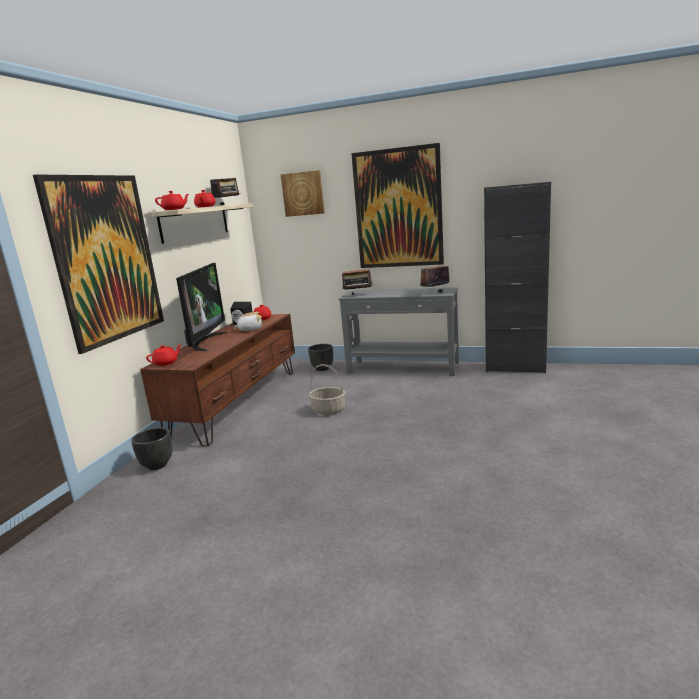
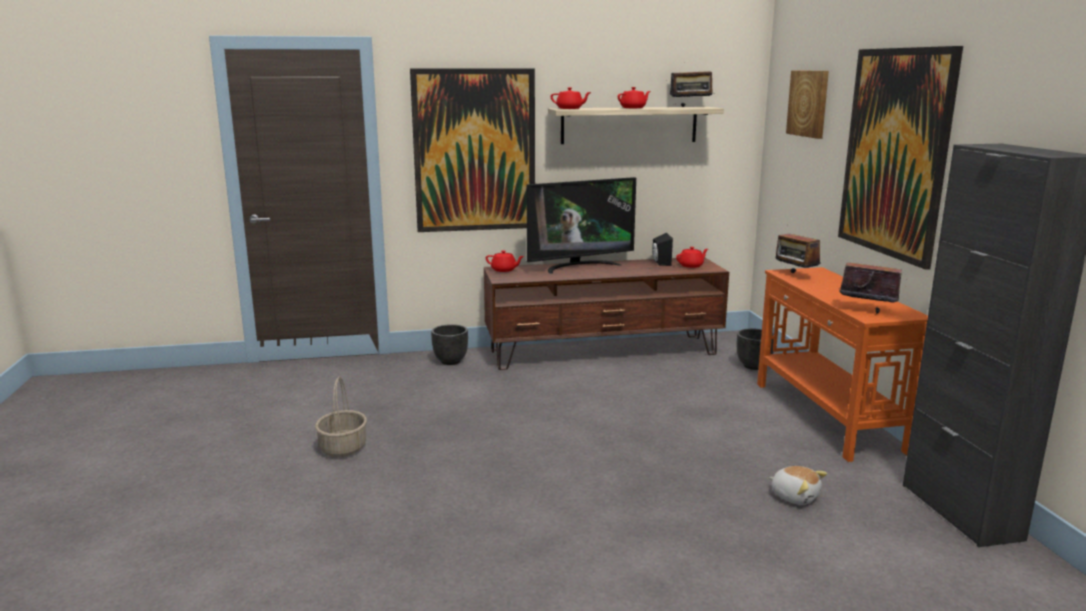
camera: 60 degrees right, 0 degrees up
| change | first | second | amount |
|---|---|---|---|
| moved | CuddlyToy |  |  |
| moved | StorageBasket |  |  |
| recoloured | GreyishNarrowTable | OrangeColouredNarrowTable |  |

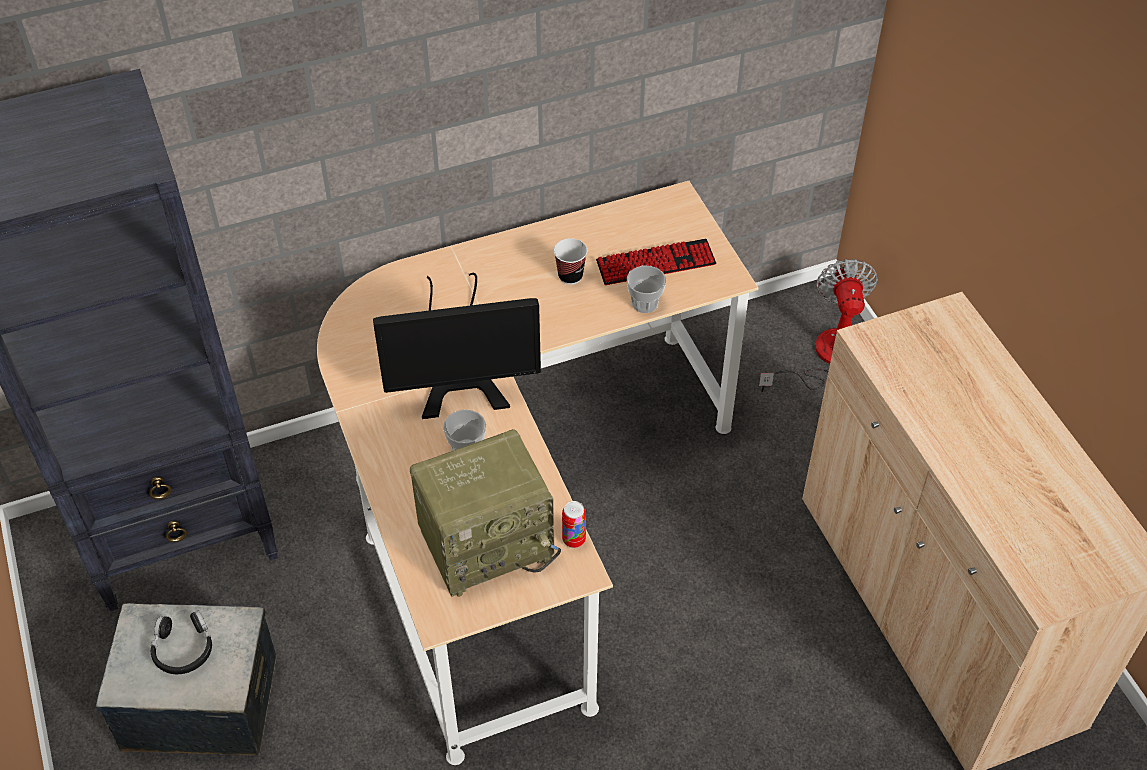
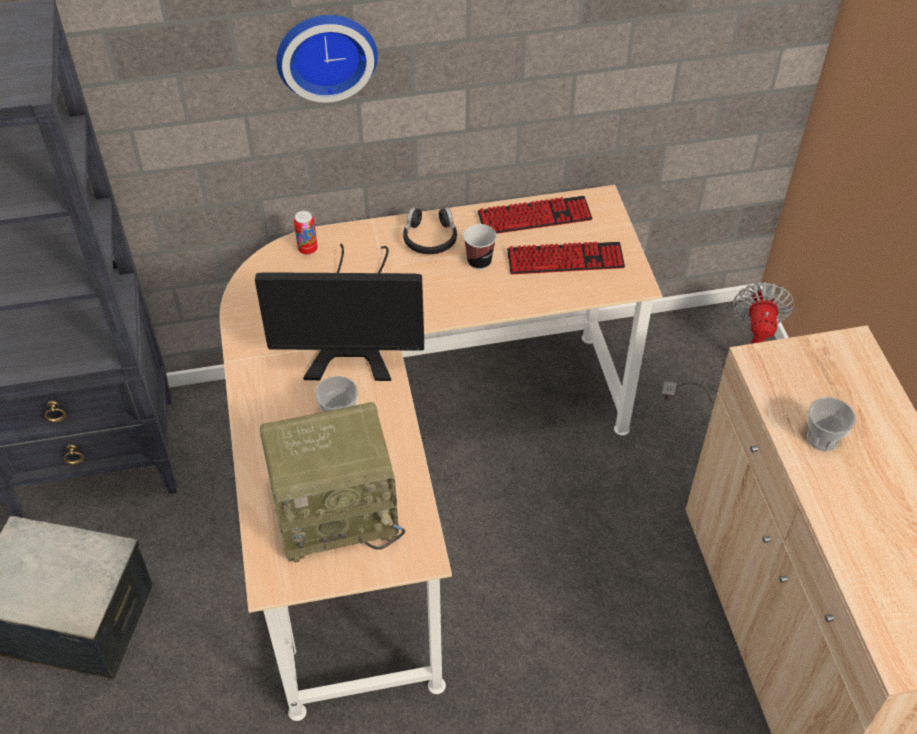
camera: 10 degrees right, 0 degrees up
| change | first | second | amount |
|---|---|---|---|
| added |  | HangingClock |  |
| added |  | PcKeyboard (1st from left) |  |
| moved | BlackHeadset |  |  |
| moved | Can |  |  |
| moved | DrinkingCup (3rd from left) |  |  |

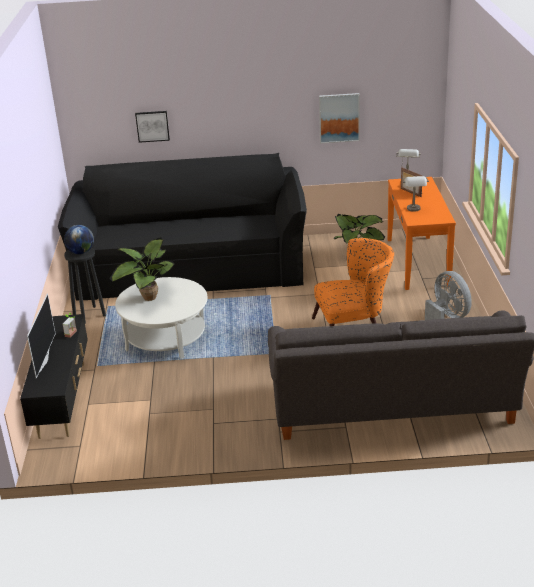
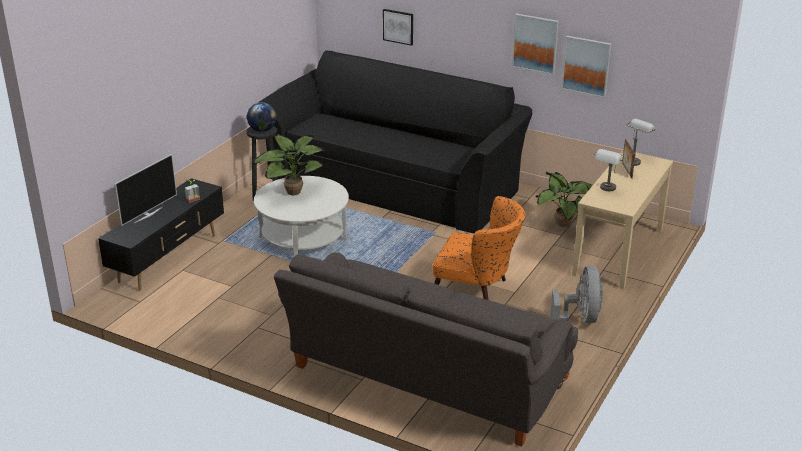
camera: 30 degrees right, 0 degrees up
| change | first | second | amount |
|---|---|---|---|
| added |  | WallArt (2nd from left) |  |
| recoloured | OrangeColouredNarrowTable | SandColouredNarrowTable |  |

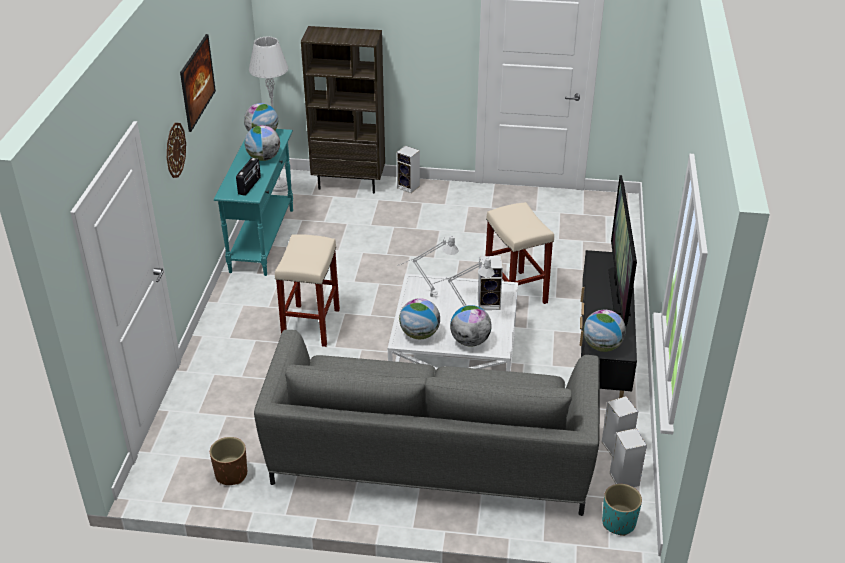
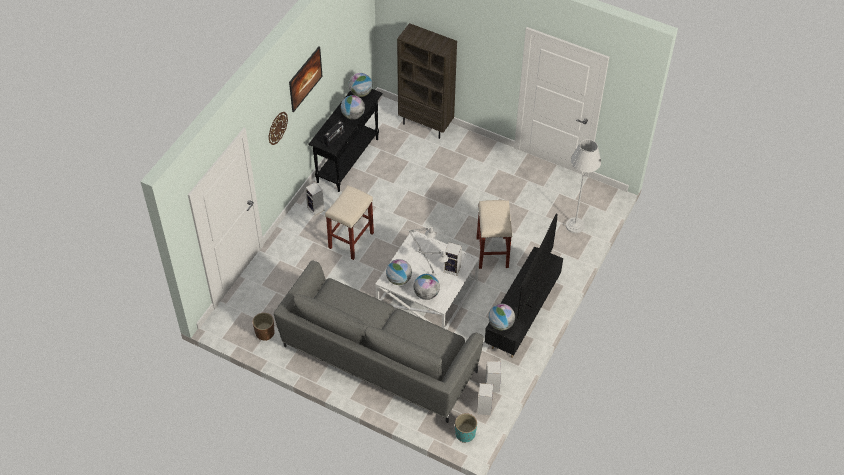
camera: 20 degrees right, 15 degrees up
| change | first | second | amount |
|---|---|---|---|
| moved | GreyishStandingLamp |  |  |
| moved | Loudspeaker (1st from left) |  |  |
| recoloured | TurquoiseColouredNarrowTable | BlackNarrowTable |  |

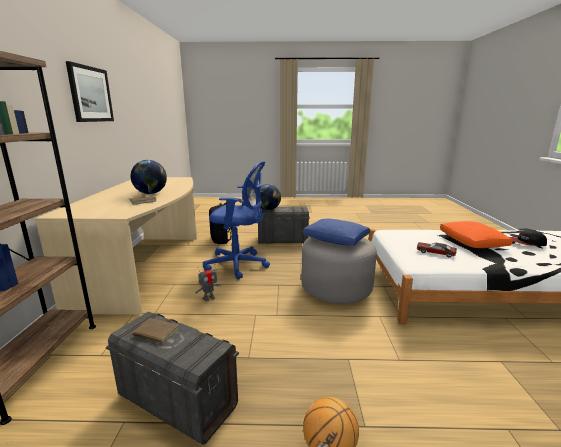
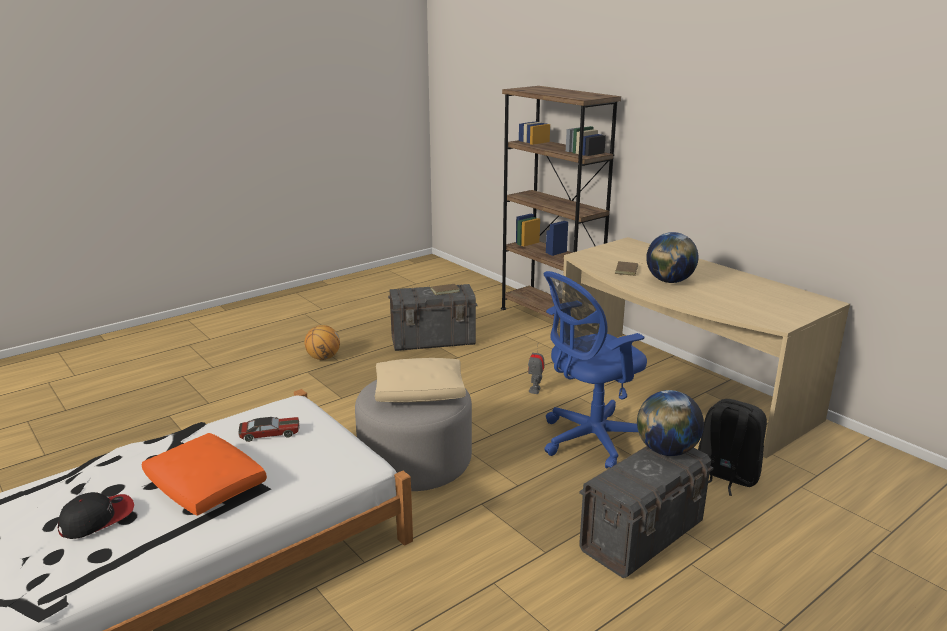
camera: 140 degrees right, 5 degrees up
| change | first | second | amount |
|---|---|---|---|
| removed | WallArt |  |  |
| recoloured | BlueThrowPillow | SandColouredThrowPillow |  |

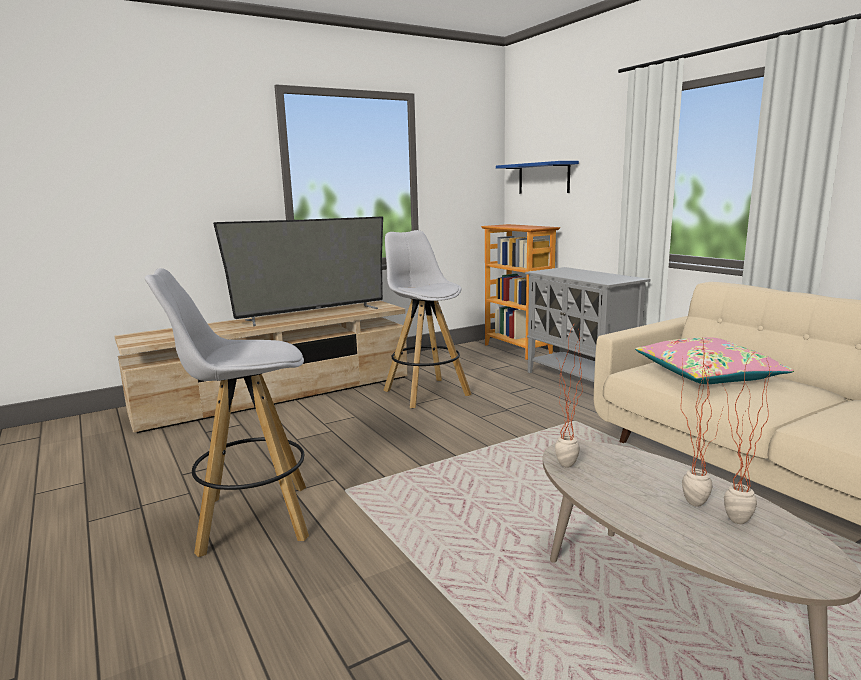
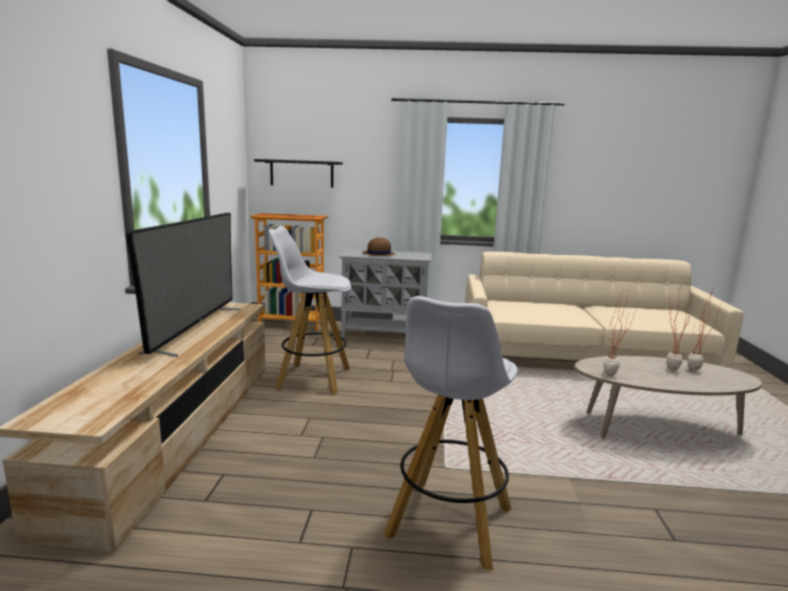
camera: 55 degrees left, 0 degrees up
| change | first | second | amount |
|---|---|---|---|
| removed | PinkColouredThrowPillow |  |  |
| added |  | BrownColouredHat |  |
| recoloured | BlueBracketShelf | BlackBracketShelf |  |

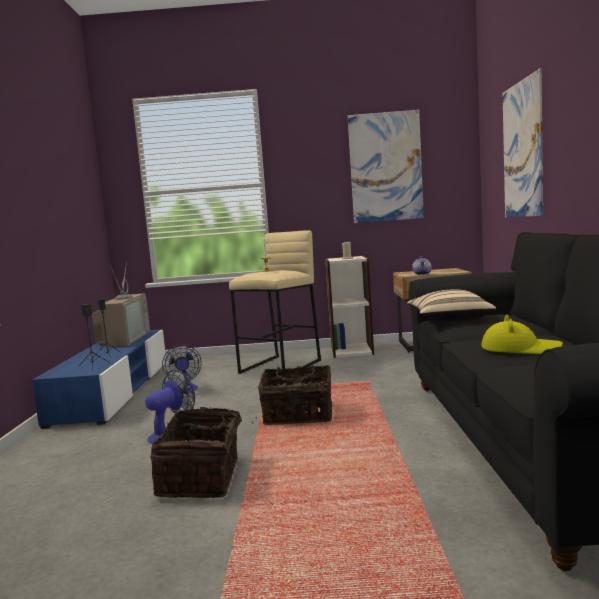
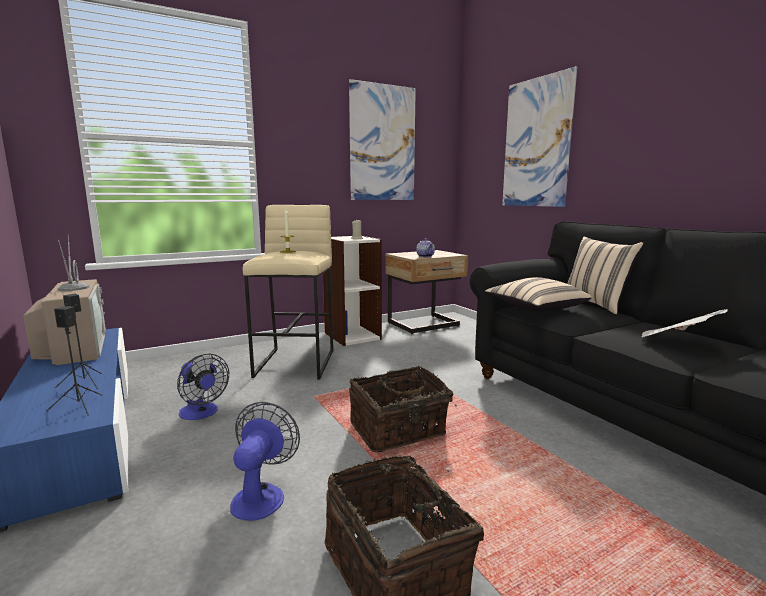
camera: 30 degrees left, 5 degrees up
| change | first | second | amount |
|---|---|---|---|
| added |  | SandColouredThrowPillow (2nd from left) |  |
| replaced | YellowColouredHat | Newspaper |  |

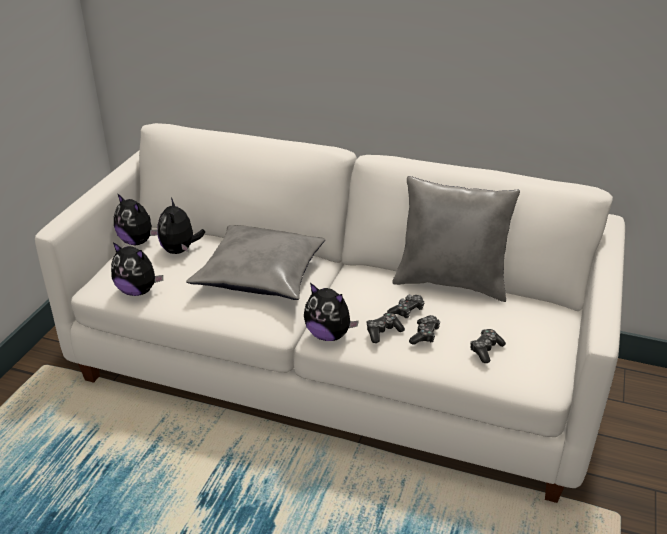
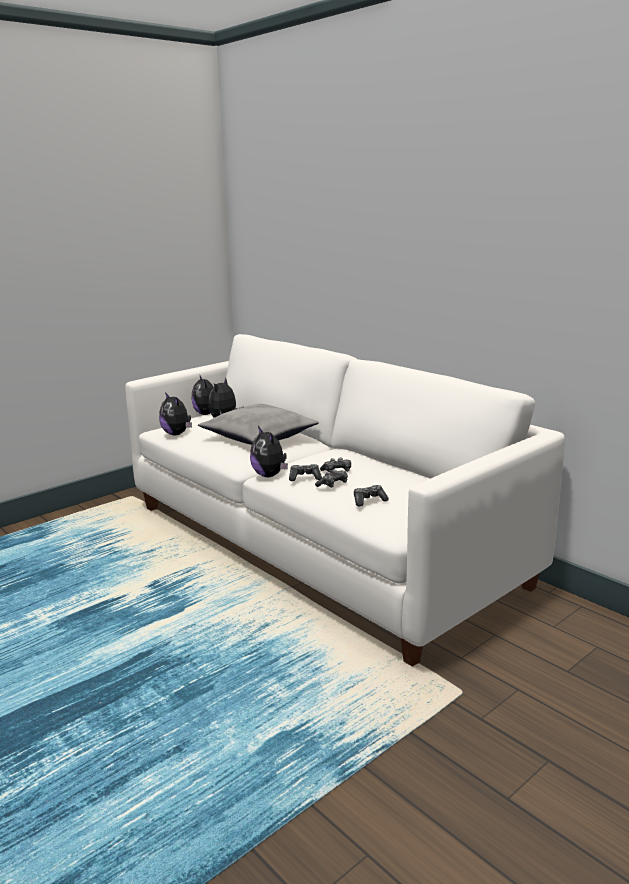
camera: 30 degrees right, 15 degrees down
| change | first | second | amount |
|---|---|---|---|
| removed | GreyishThrowPillow (2nd from left) |  |  |

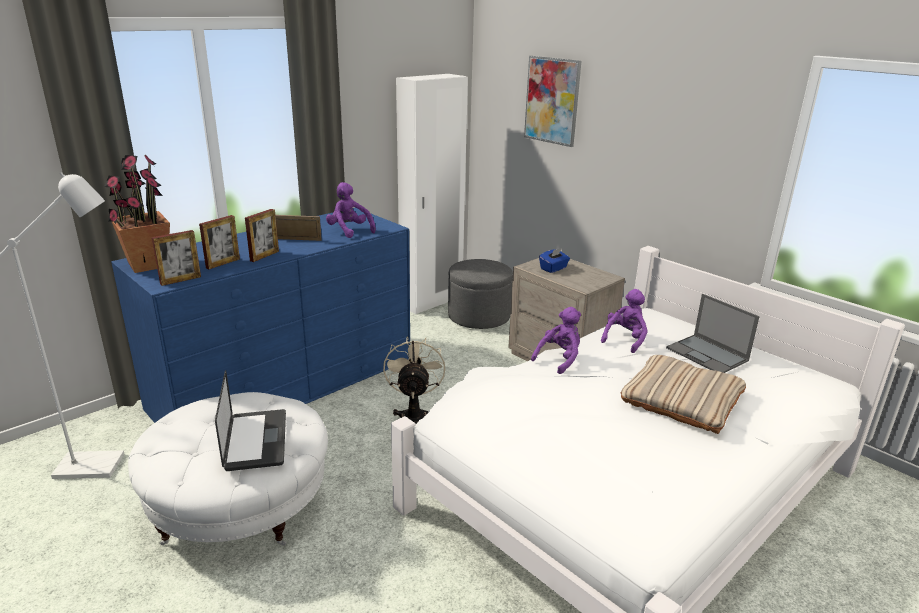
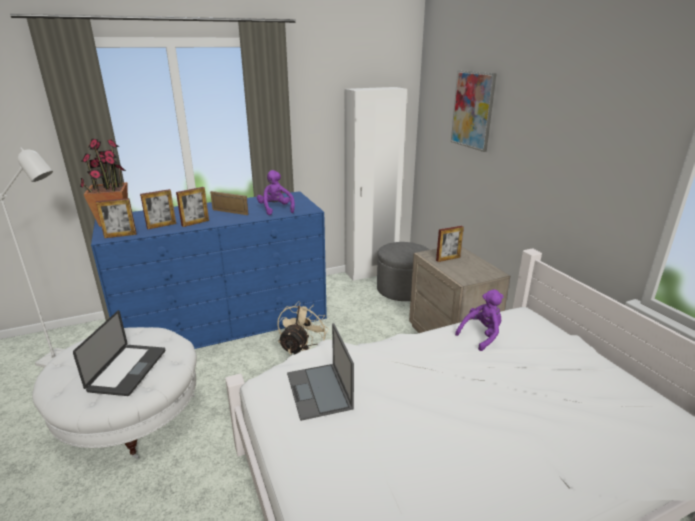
camera: 20 degrees right, 0 degrees up
| change | first | second | amount |
|---|---|---|---|
| removed | PurplishCuddlyToy (2nd from left) |  |  |
| removed | SandColouredThrowPillow |  |  |
| moved | PortableComputer (2nd from left) |  |  |
| replaced | BlueBoxOfTissues | StandingFrame (5th from left) |  |

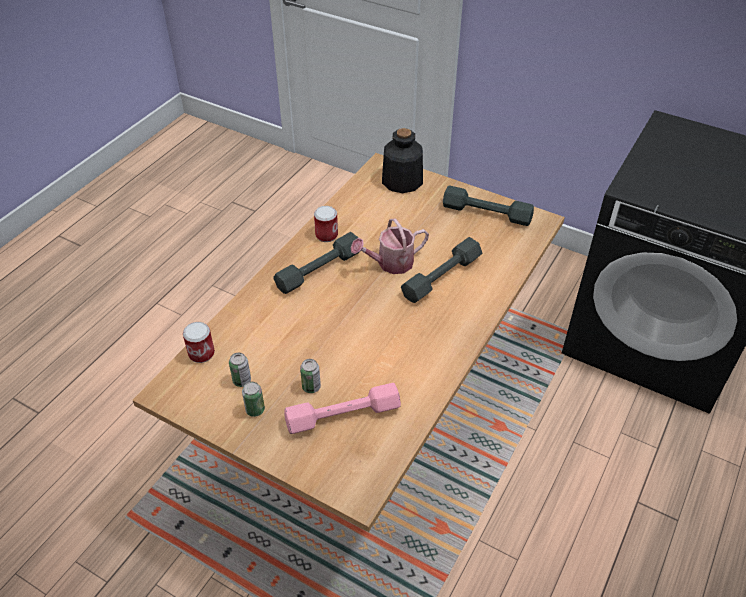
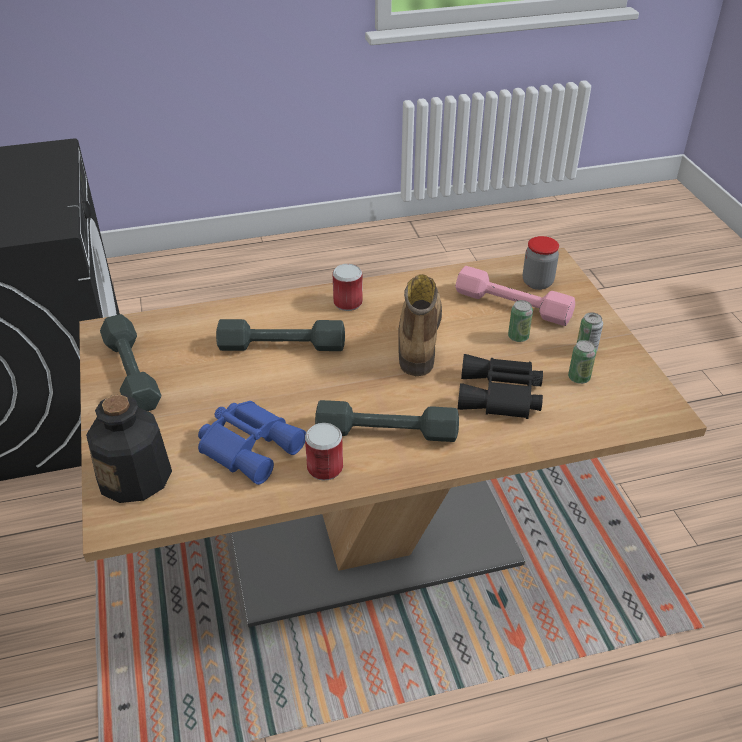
camera: 135 degrees left, 5 degrees down
| change | first | second | amount |
|---|---|---|---|
| removed | WateringCan |  |  |
| added |  | BlueBinoculars |  |
| added |  | TallBoot |  |
| added |  | BlackBinoculars |  |
| added |  | Jar |  |
| moved | Can (1st from left in the first image) | Can (2nd from left) |  |

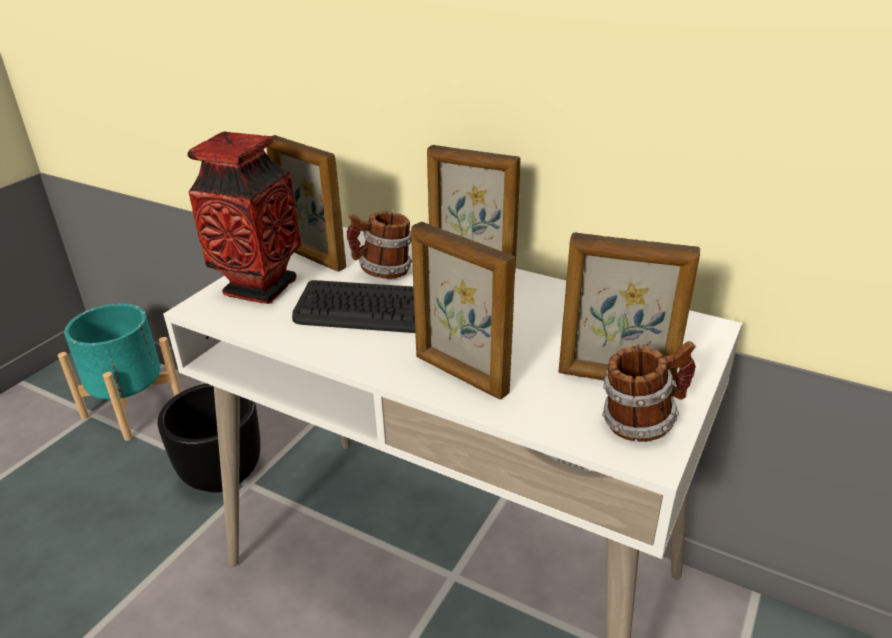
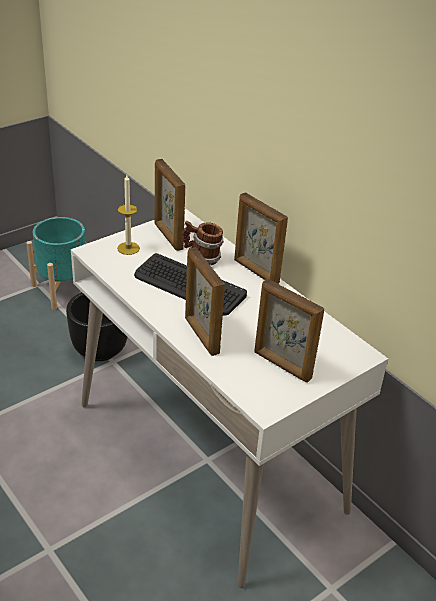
camera: 20 degrees right, 5 degrees up
| change | first | second | amount |
|---|---|---|---|
| removed | Mug (2nd from left) |  |  |
| replaced | FlowerVase | Candle |  |

